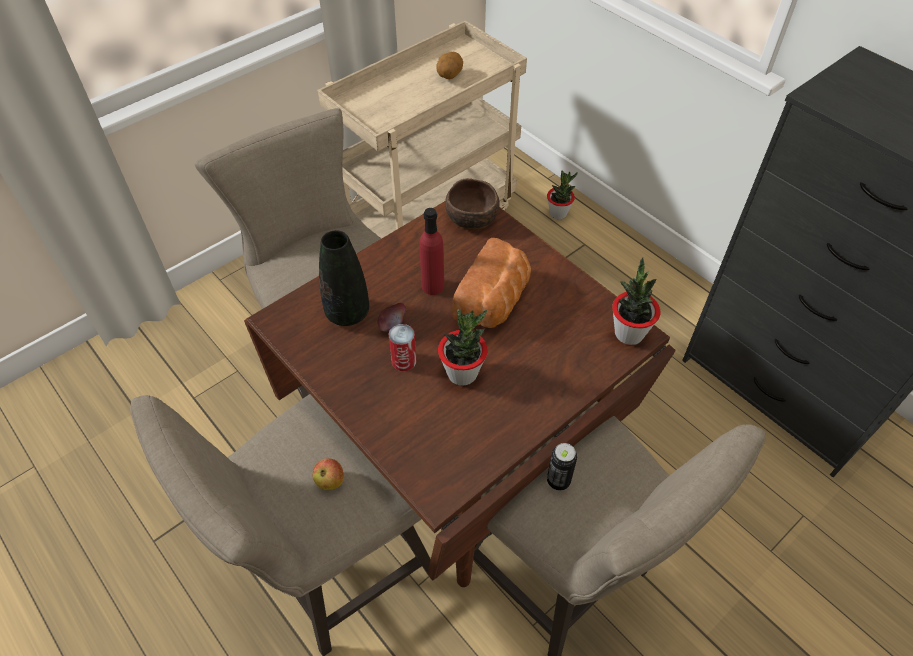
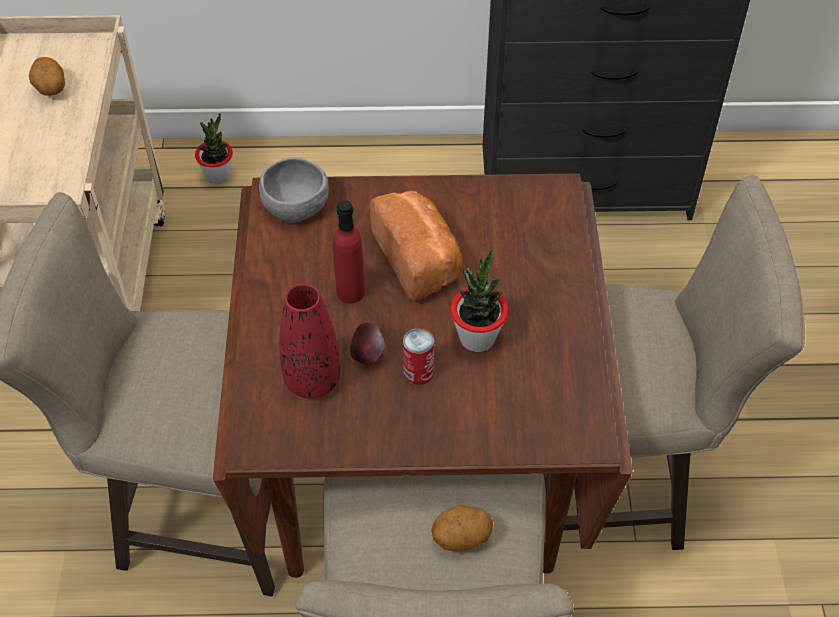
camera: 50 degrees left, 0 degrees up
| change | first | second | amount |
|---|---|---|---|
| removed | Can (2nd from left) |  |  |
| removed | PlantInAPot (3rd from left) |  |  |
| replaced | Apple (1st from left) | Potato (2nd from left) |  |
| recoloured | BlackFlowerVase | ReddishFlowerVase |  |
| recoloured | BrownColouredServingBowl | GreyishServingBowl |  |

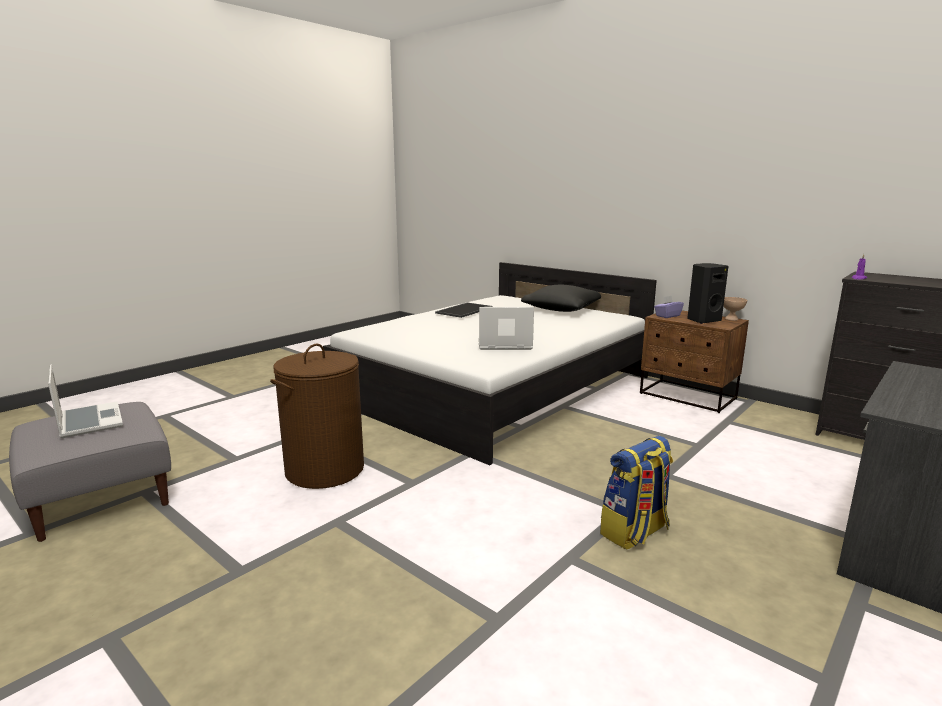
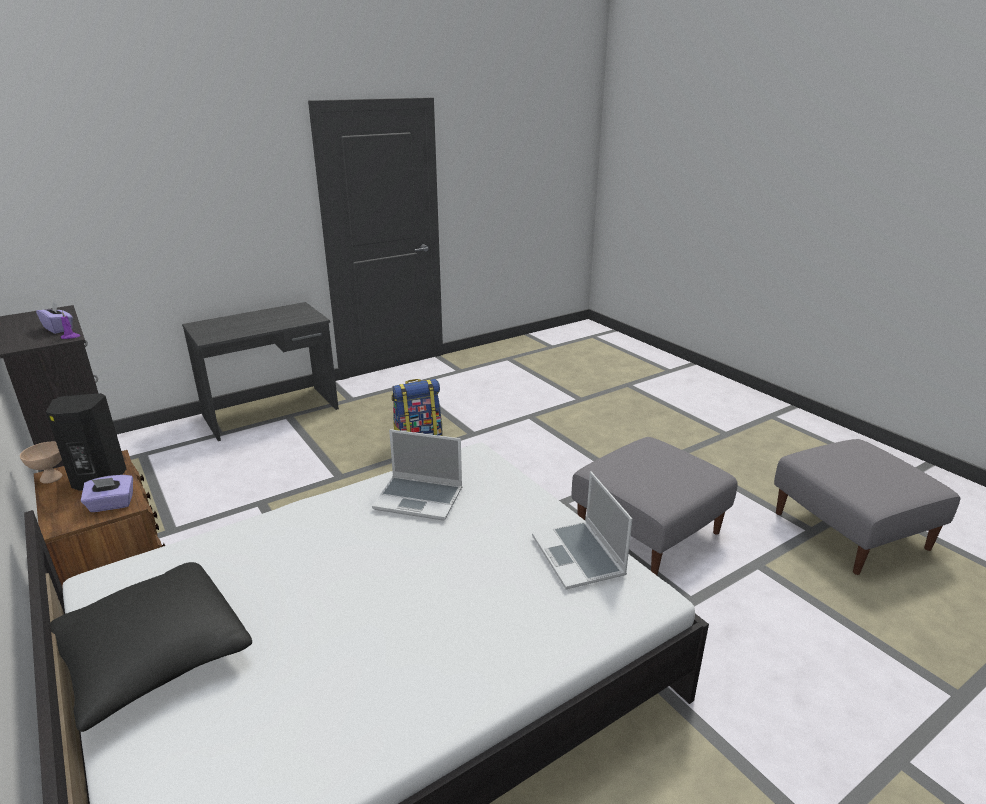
camera: 165 degrees left, 10 degrees up
| change | first | second | amount |
|---|---|---|---|
| removed | CarryingTray |  |  |
| added |  | PurplishBoxOfTissues (1st from left) |  |
| moved | PortableComputer (1st from left in the first image) | PortableComputer (2nd from left) |  |
| replaced | BrownColouredLaundryBasket | GreyishFootrest (1st from left) |  |

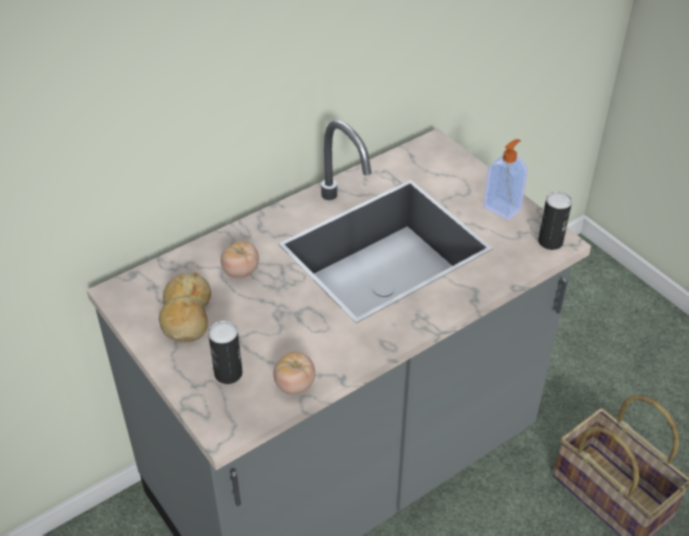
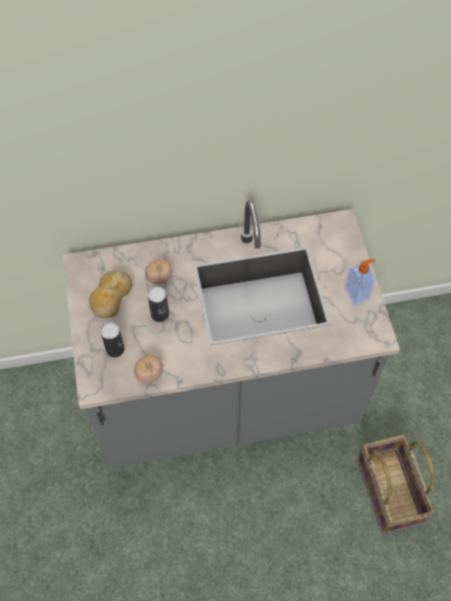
camera: 25 degrees right, 15 degrees up
| change | first | second | amount |
|---|---|---|---|
| moved | Can (2nd from left) |  |  |

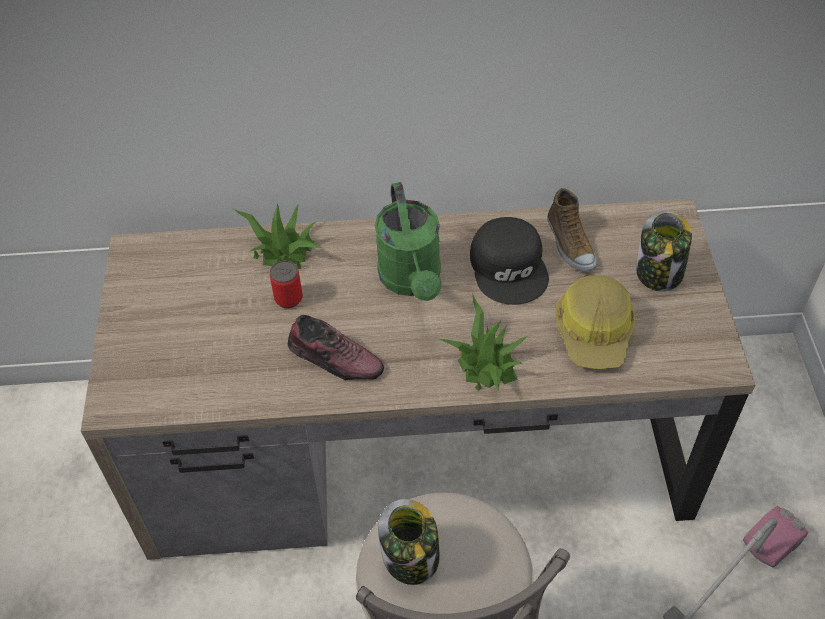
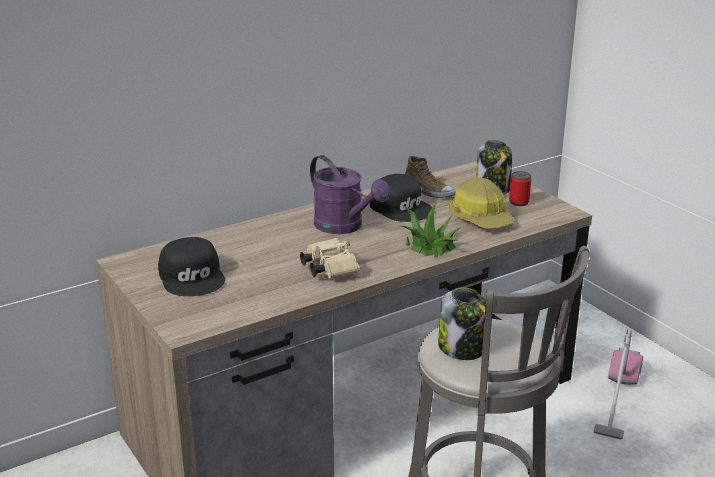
camera: 30 degrees left, 25 degrees down
| change | first | second | amount |
|---|---|---|---|
| removed | PlantInAPot (1st from left) |  |  |
| added |  | BlackCap (1st from left) |  |
| moved | Can |  |  |
| replaced | Shoe (1st from left) | SandColouredBinoculars |  |
| recoloured | GreenColouredWateringCan | PurplishWateringCan |  |

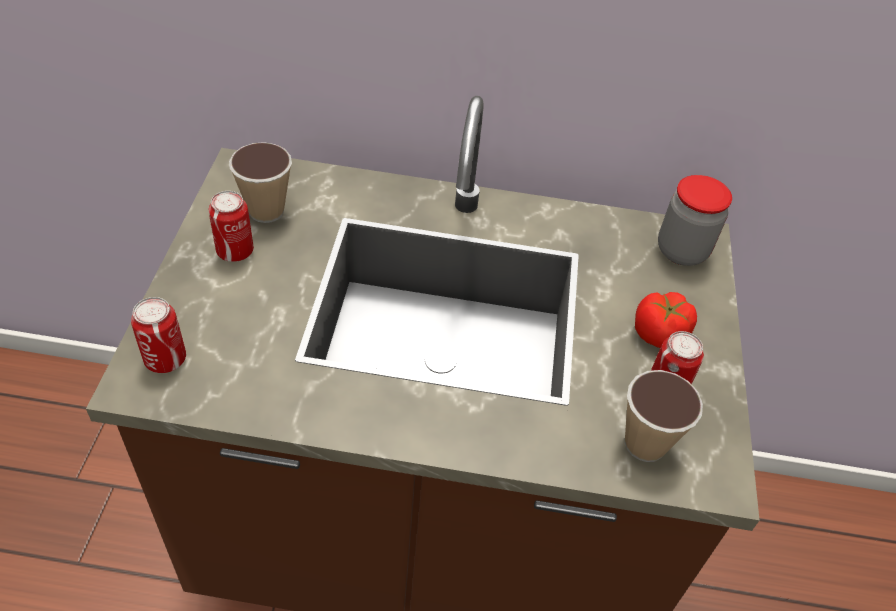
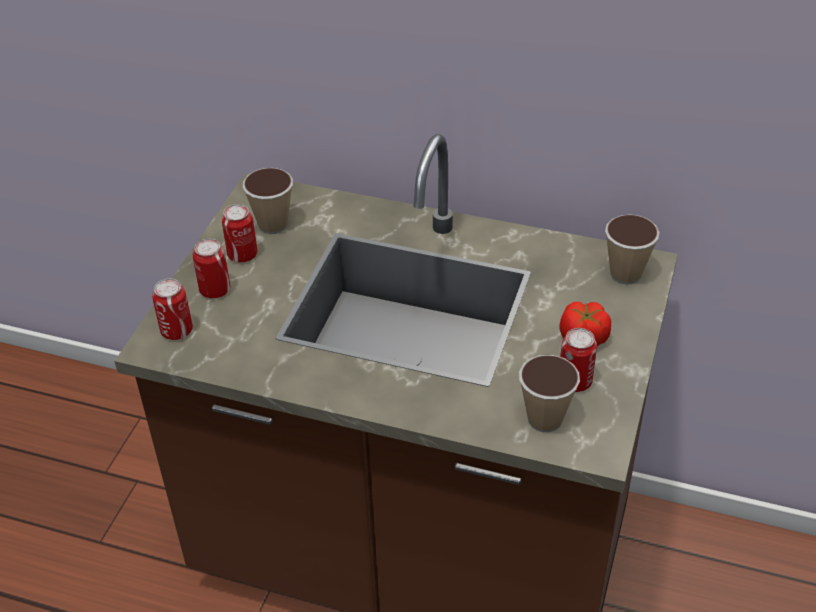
camera: 15 degrees right, 5 degrees down
| change | first | second | amount |
|---|---|---|---|
| added |  | Can (2nd from left) |  |
| replaced | Jar | DrinkingCup (3rd from left) |  |

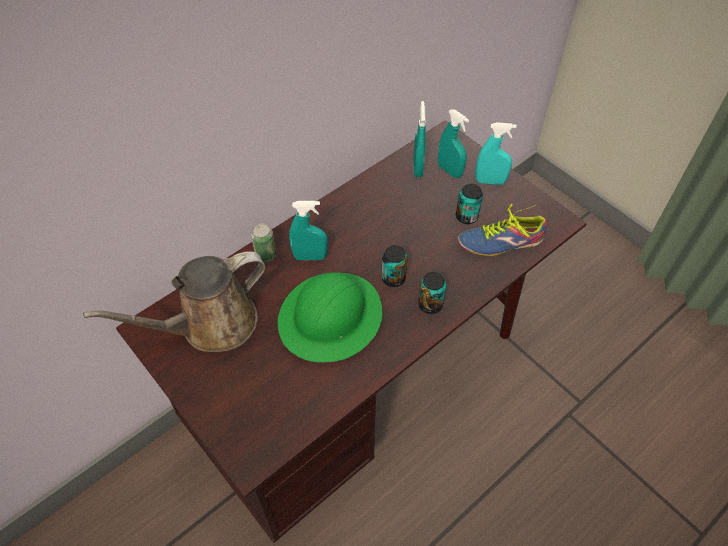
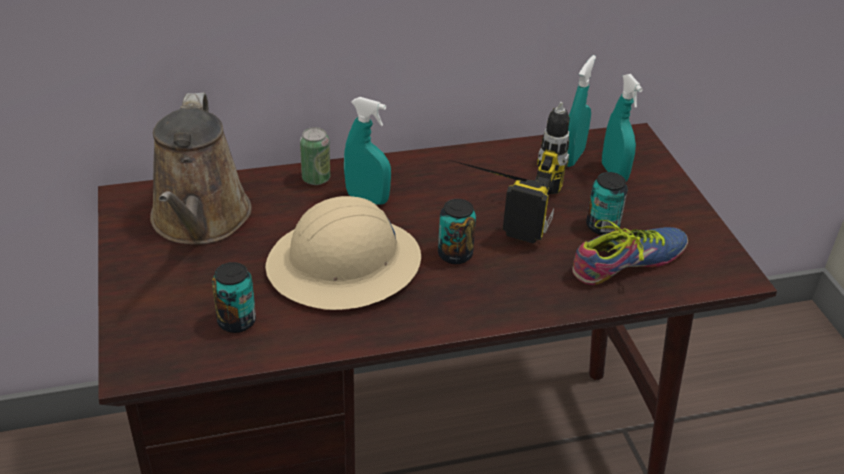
camera: 25 degrees right, 15 degrees down
| change | first | second | amount |
|---|---|---|---|
| removed | TurquoiseColouredSprayer (4th from left) |  |  |
| added |  | PowerDrill |  |
| moved | Can (3rd from left in the first image) | Can (1st from left) |  |
| recoloured | GreenColouredHardHat | SandColouredHardHat |  |
| turned | BrownColouredWateringCan |  | 90 degrees counterclockwise |
| turned | Shoe |  | 135 degrees clockwise |

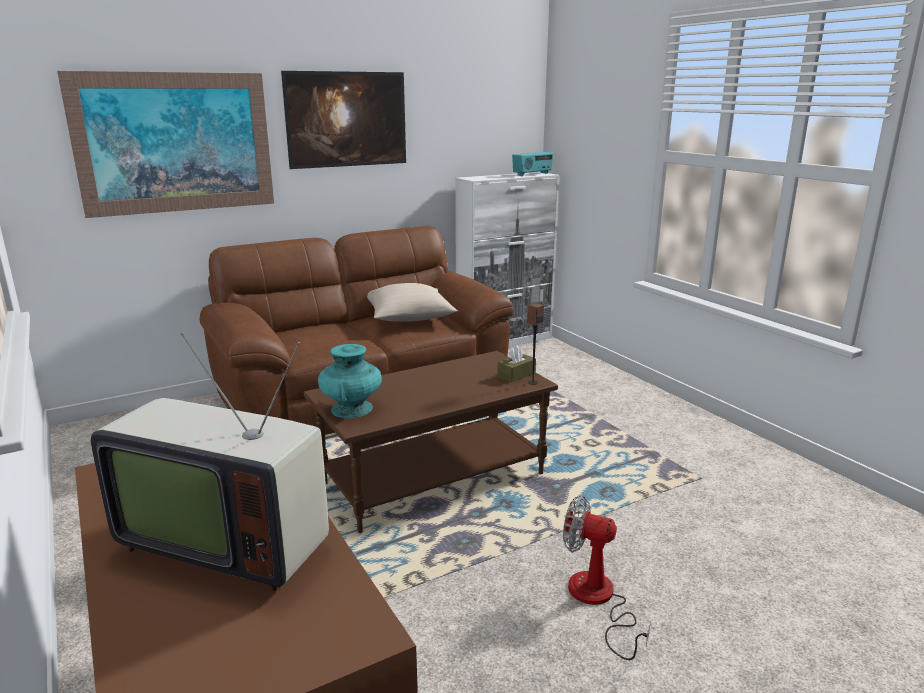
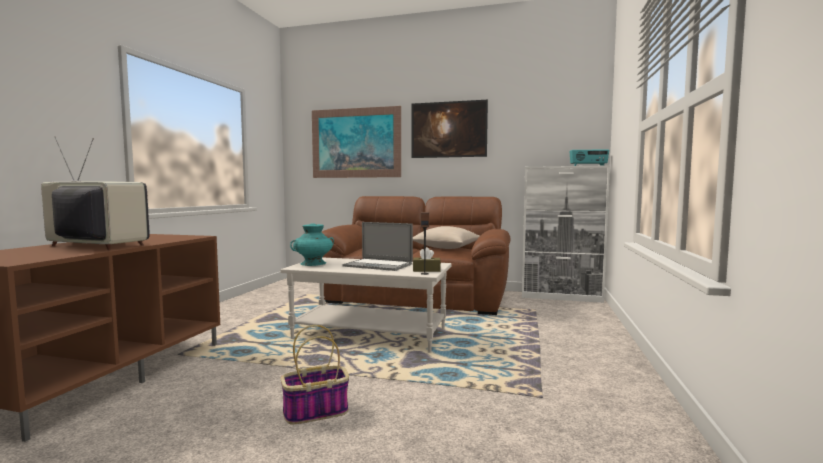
camera: 45 degrees right, 15 degrees down
| change | first | second | amount |
|---|---|---|---|
| added |  | PortableComputer |  |
| replaced | CoolingFan | StorageBasket |  |
| recoloured | BrownColouredLoungeTable | WhitishLoungeTable |  |
| turned | Television |  | 135 degrees clockwise |

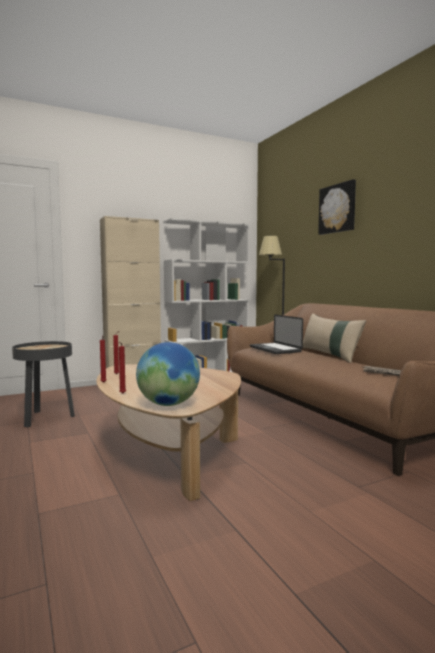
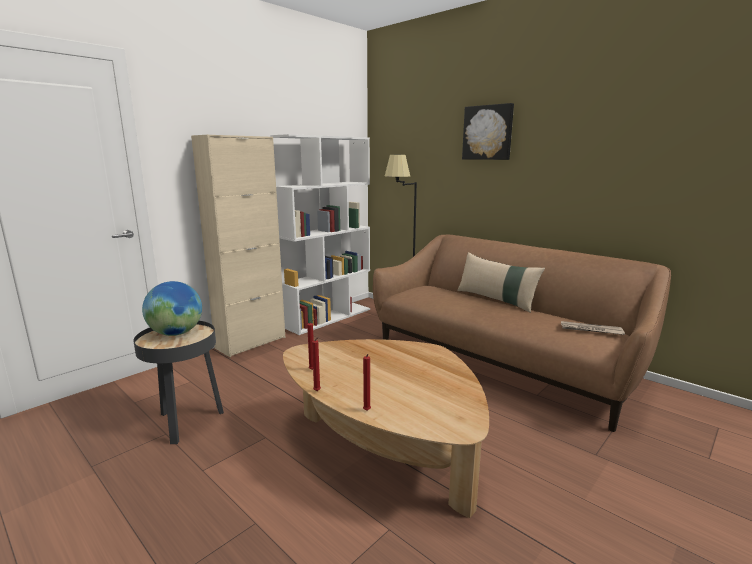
camera: 20 degrees left, 10 degrees up
| change | first | second | amount |
|---|---|---|---|
| removed | PortableComputer |  |  |
| moved | DeskGlobe |  |  |

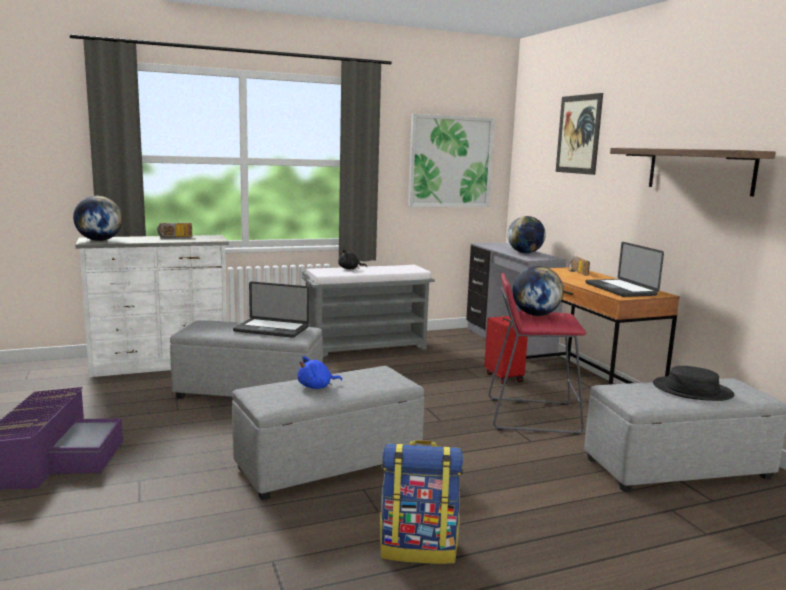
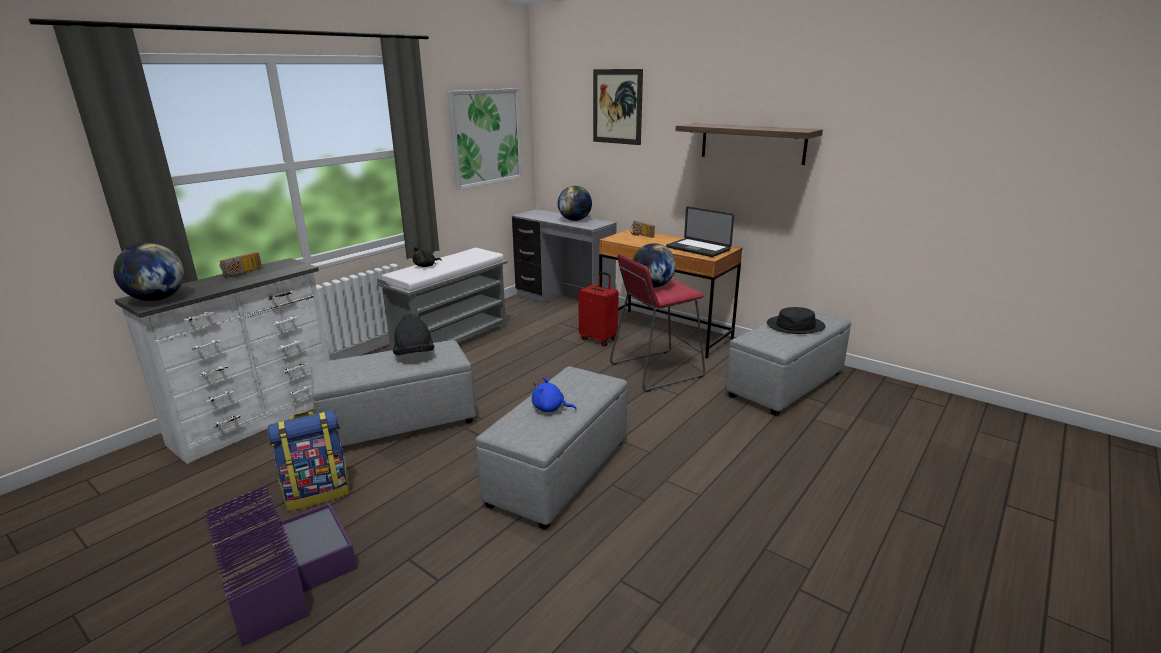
camera: 30 degrees left, 10 degrees up
| change | first | second | amount |
|---|---|---|---|
| moved | Rucksack |  |  |
| replaced | PortableComputer (1st from left) | BlackHat (1st from left) |  |
| turned | BlueCuddlyToy |  | 75 degrees clockwise |

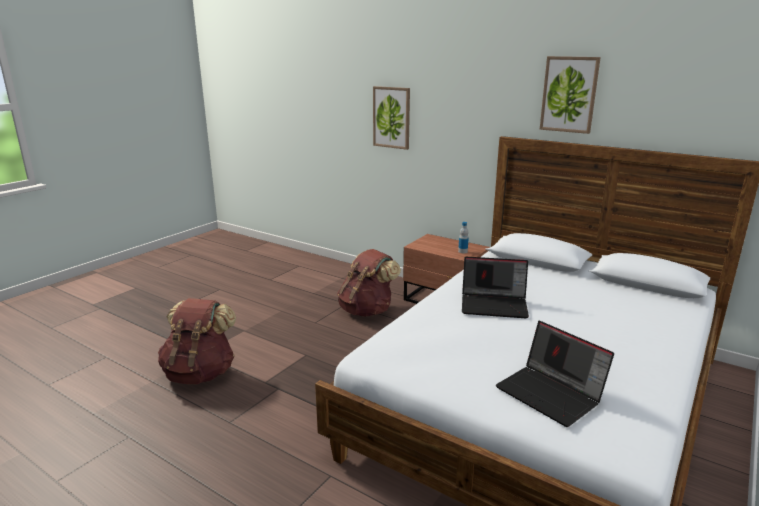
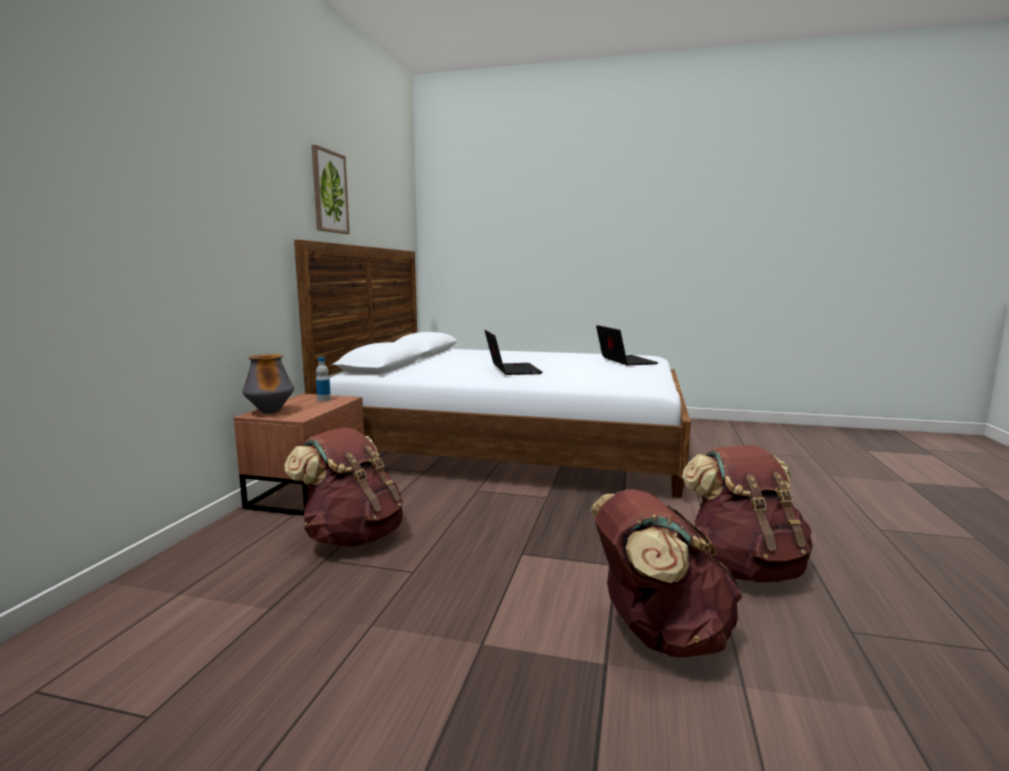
camera: 110 degrees left, 10 degrees down
| change | first | second | amount |
|---|---|---|---|
| removed | WallArt (1st from left) |  |  |
| added |  | FlowerVase |  |
| added |  | BrownColouredRucksack (3rd from left) |  |
| turned | PortableComputer (2nd from left) |  | 45 degrees counterclockwise |

